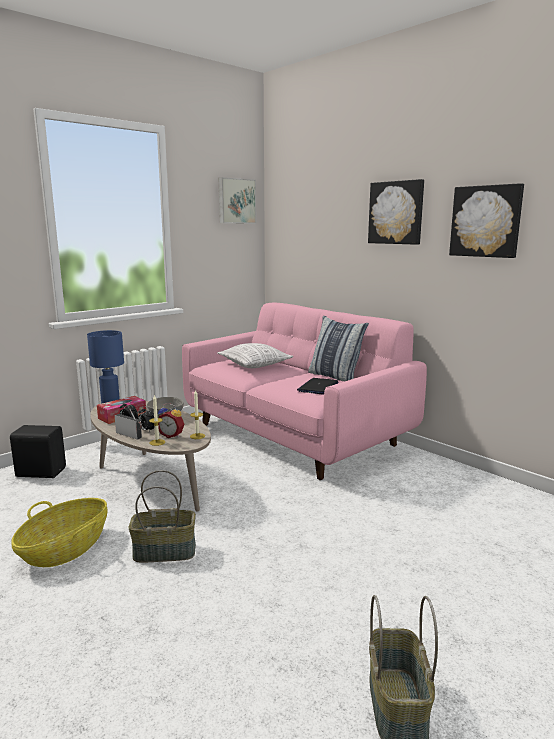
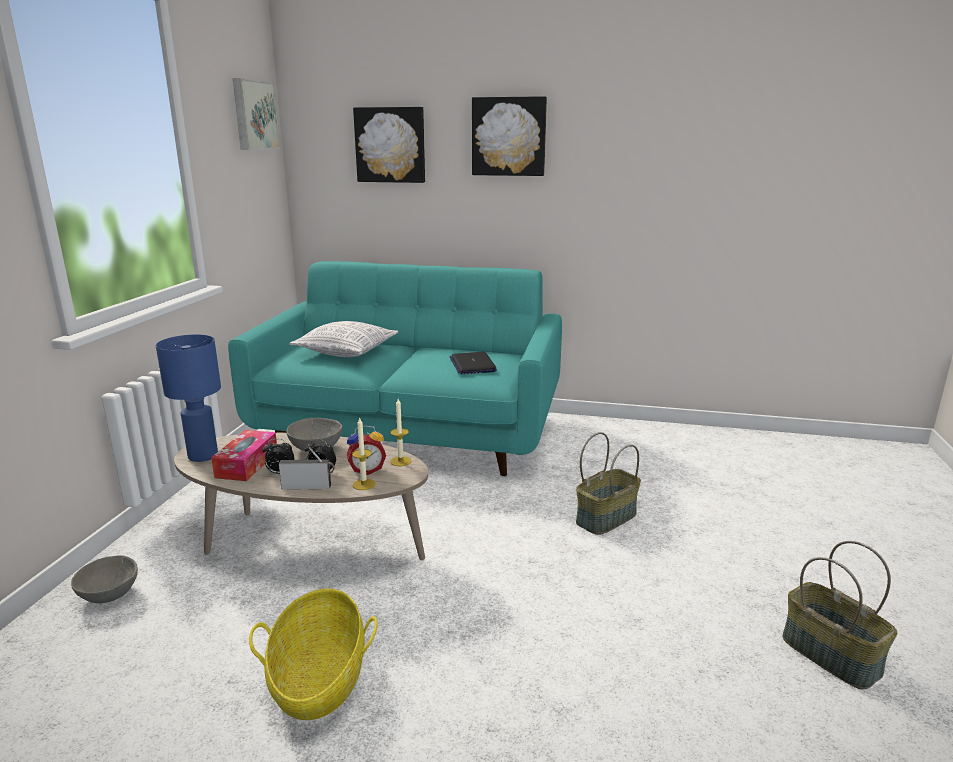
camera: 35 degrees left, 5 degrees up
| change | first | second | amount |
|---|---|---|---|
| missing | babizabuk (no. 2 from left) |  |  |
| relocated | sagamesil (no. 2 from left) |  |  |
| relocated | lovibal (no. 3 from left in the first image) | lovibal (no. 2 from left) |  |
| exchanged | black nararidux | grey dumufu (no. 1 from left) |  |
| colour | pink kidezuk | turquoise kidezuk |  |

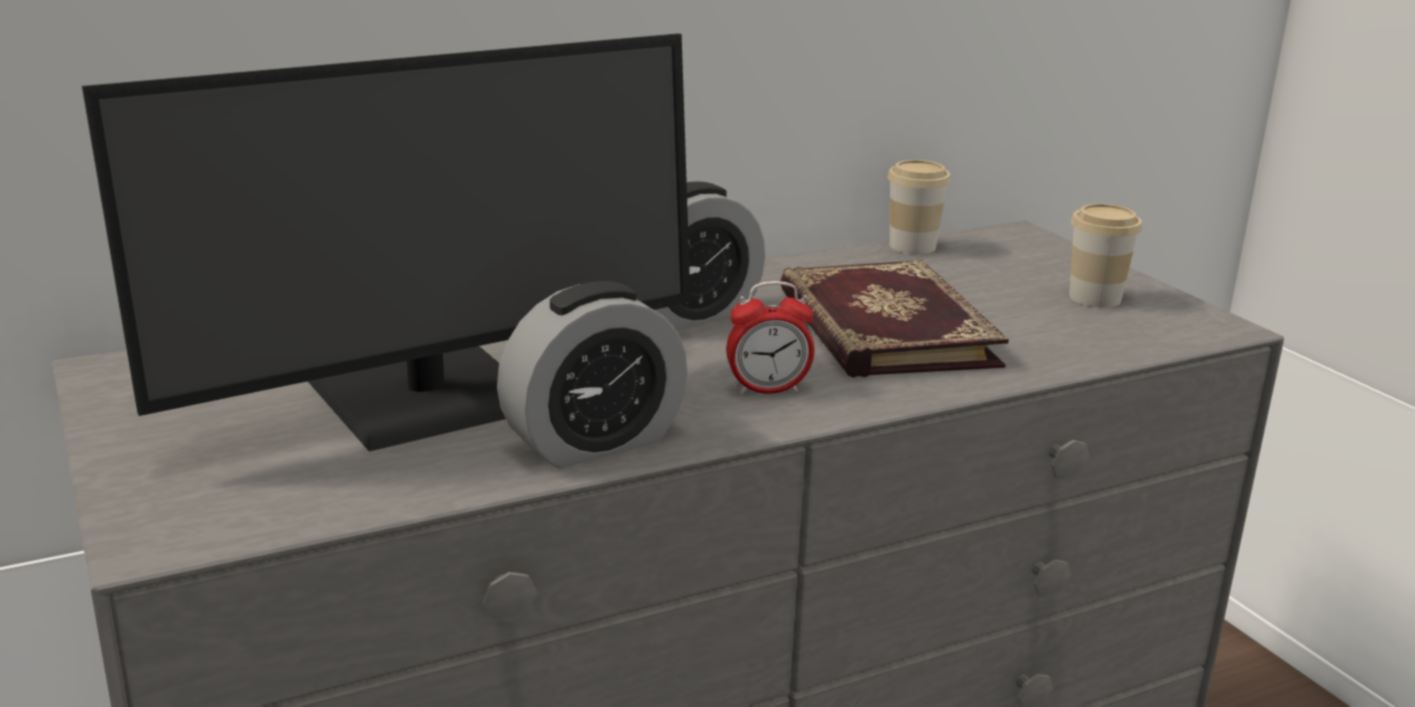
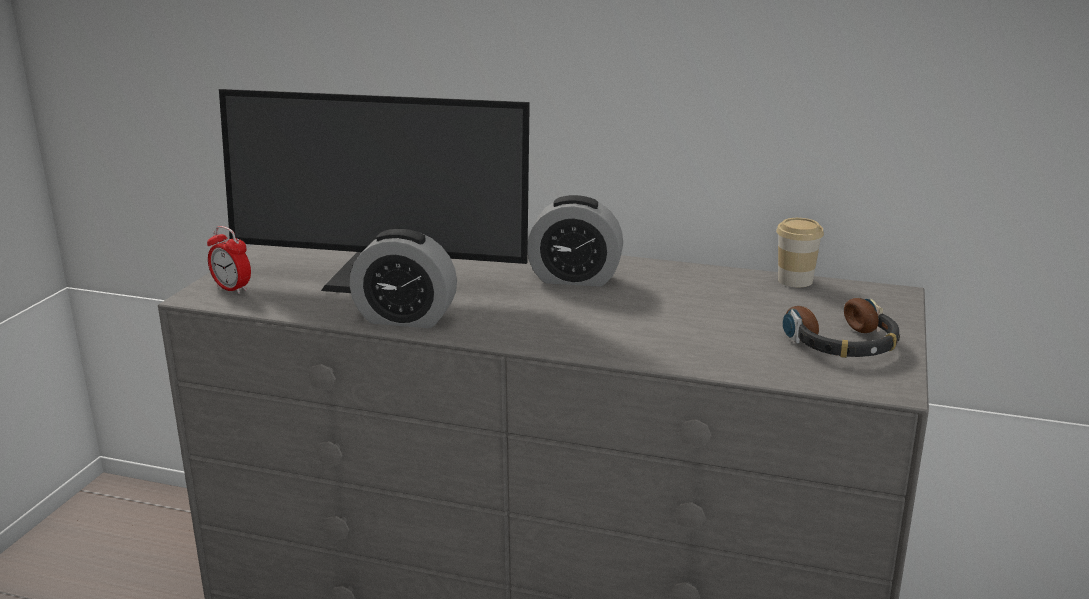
camera: 45 degrees right, 0 degrees up
| change | first | second | amount |
|---|---|---|---|
| missing | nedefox |  |  |
| relocated | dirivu (no. 3 from left in the first image) | dirivu (no. 1 from left) |  |
| exchanged | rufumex (no. 2 from left) | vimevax |  |

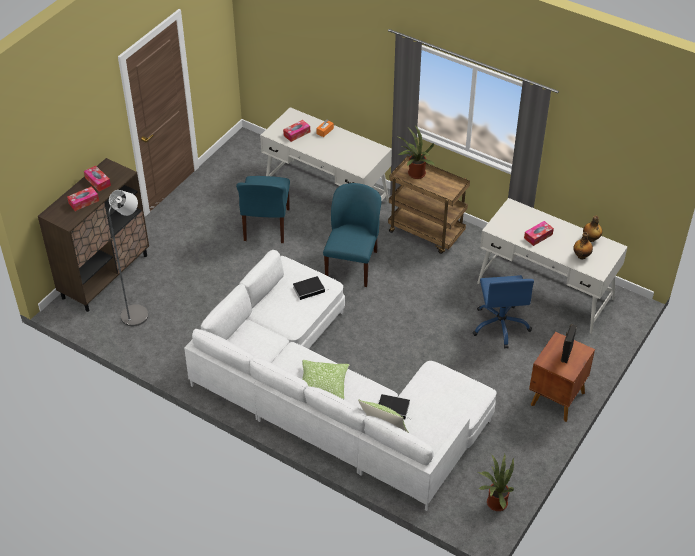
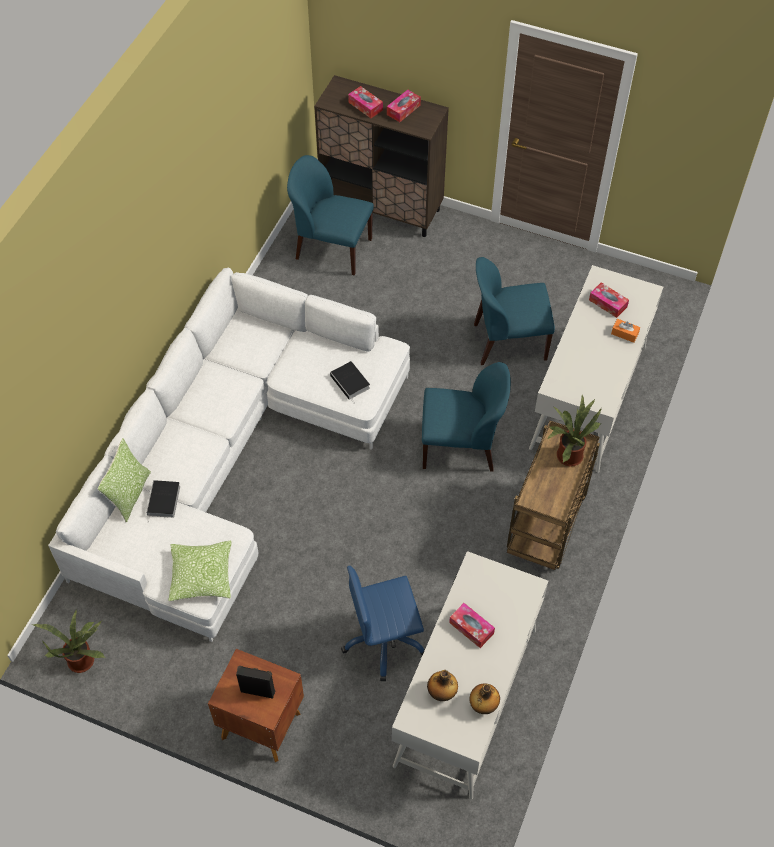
camera: 80 degrees right, 10 degrees up
| change | first | second | amount |
|---|---|---|---|
| relocated | babizabuk (no. 1 from left in the first image) | babizabuk (no. 2 from left) |  |
| exchanged | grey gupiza | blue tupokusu (no. 1 from left) |  |

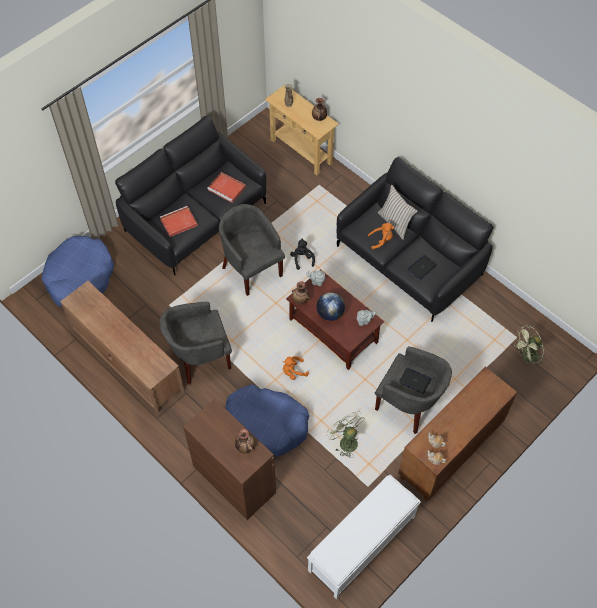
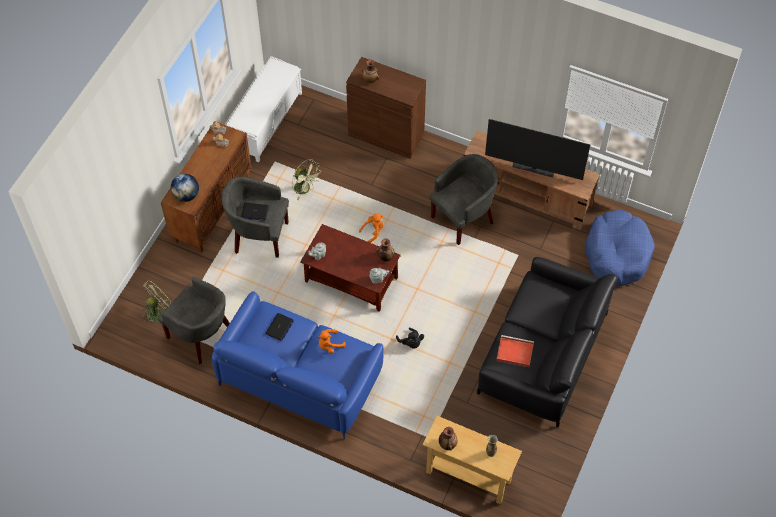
camera: 160 degrees right, 0 degrees up
| change | first | second | amount |
|---|---|---|---|
| missing | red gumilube (no. 1 from left) |  |  |
| missing | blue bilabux (no. 2 from left) |  |  |
| missing | beige babizabuk |  |  |
| appeared |  | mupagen |  |
| relocated | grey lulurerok (no. 2 from left in the first image) | grey lulurerok (no. 1 from left) |  |
| relocated | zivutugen |  |  |
| colour | black kidezuk (no. 2 from left) | blue kidezuk |  |

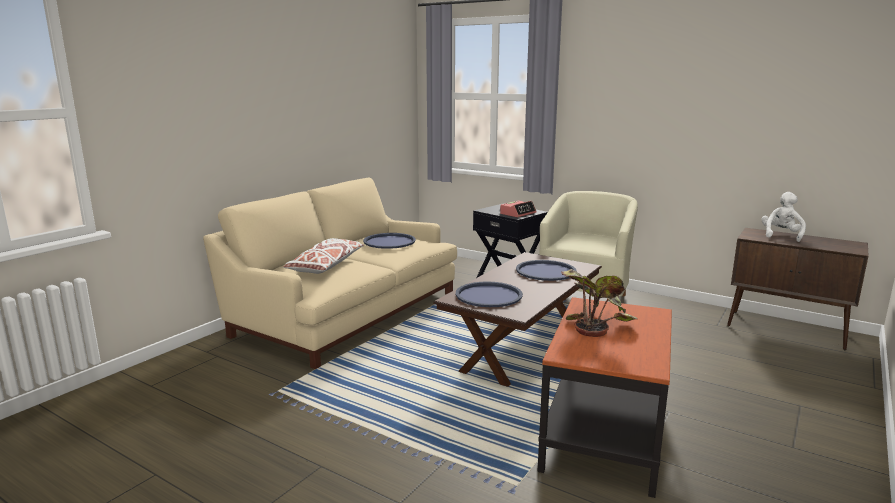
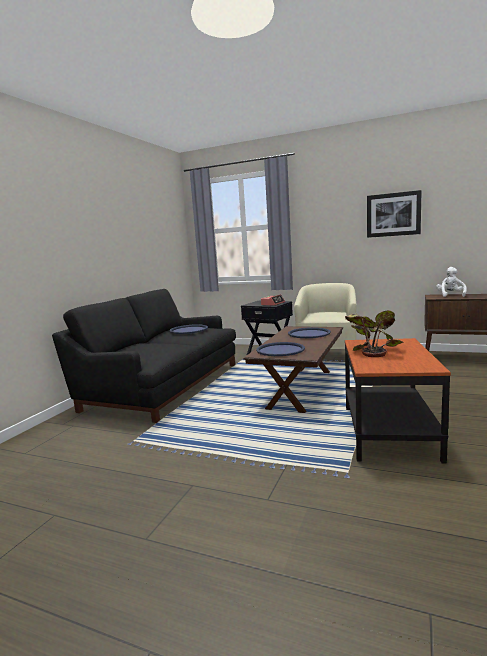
camera: 10 degrees left, 5 degrees down
| change | first | second | amount |
|---|---|---|---|
| missing | white babizabuk |  |  |
| appeared |  | lovibal |  |
| colour | beige kidezuk | black kidezuk |  |

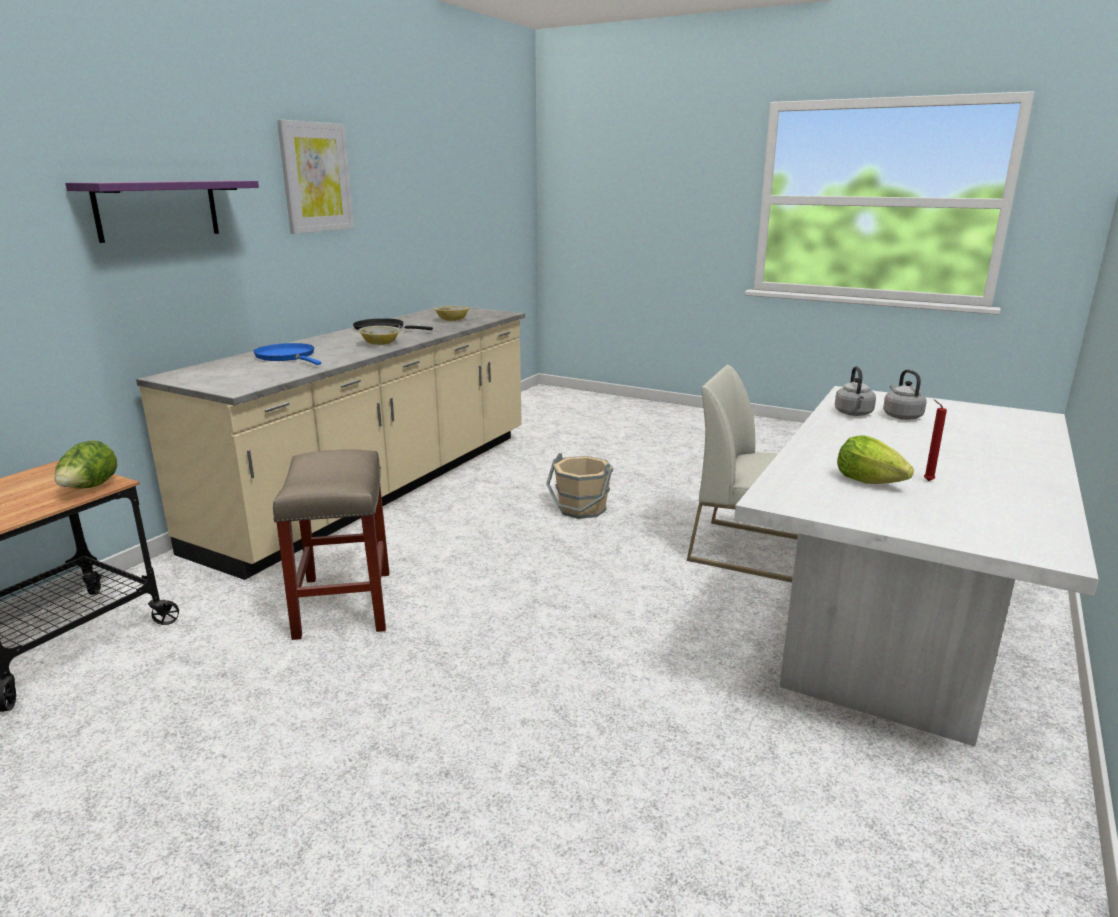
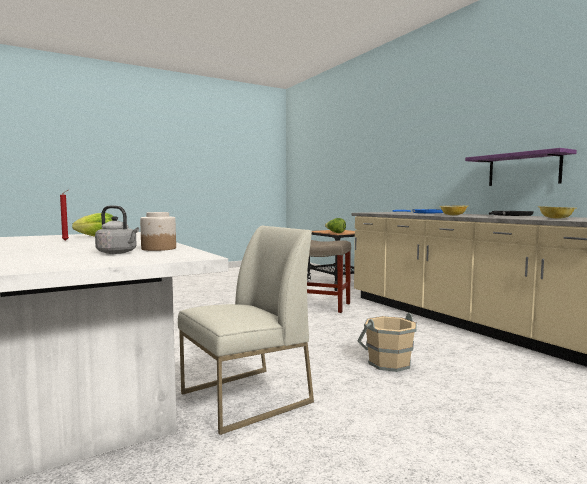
camera: 120 degrees right, 15 degrees down
| change | first | second | amount |
|---|---|---|---|
| missing | lovibal |  |  |
| relocated | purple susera |  |  |
| exchanged | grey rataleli (no. 1 from left) | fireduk |  |

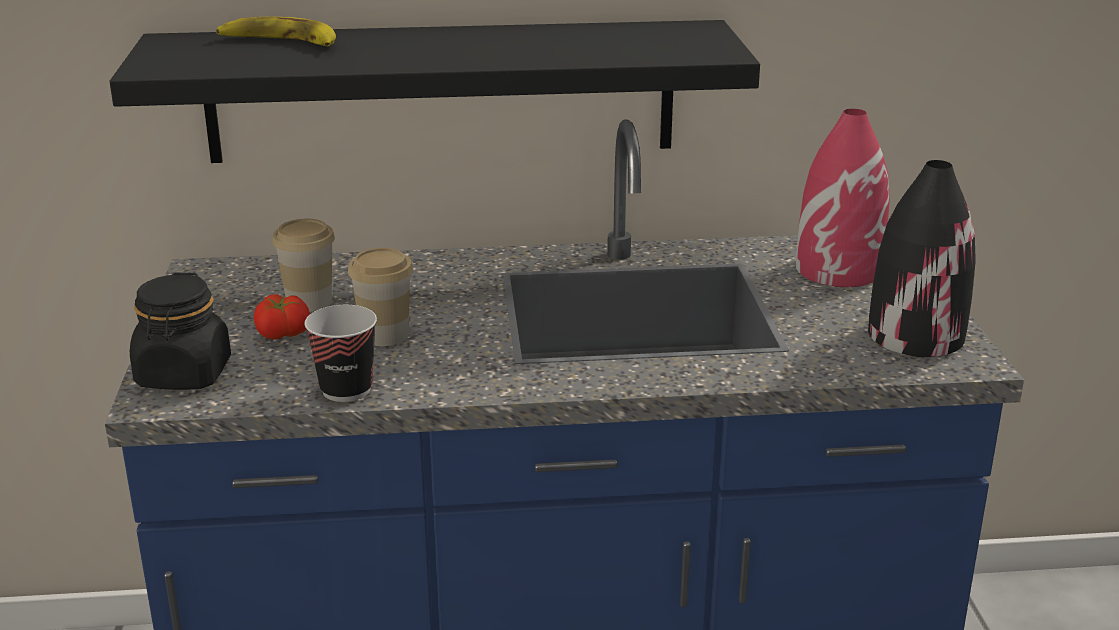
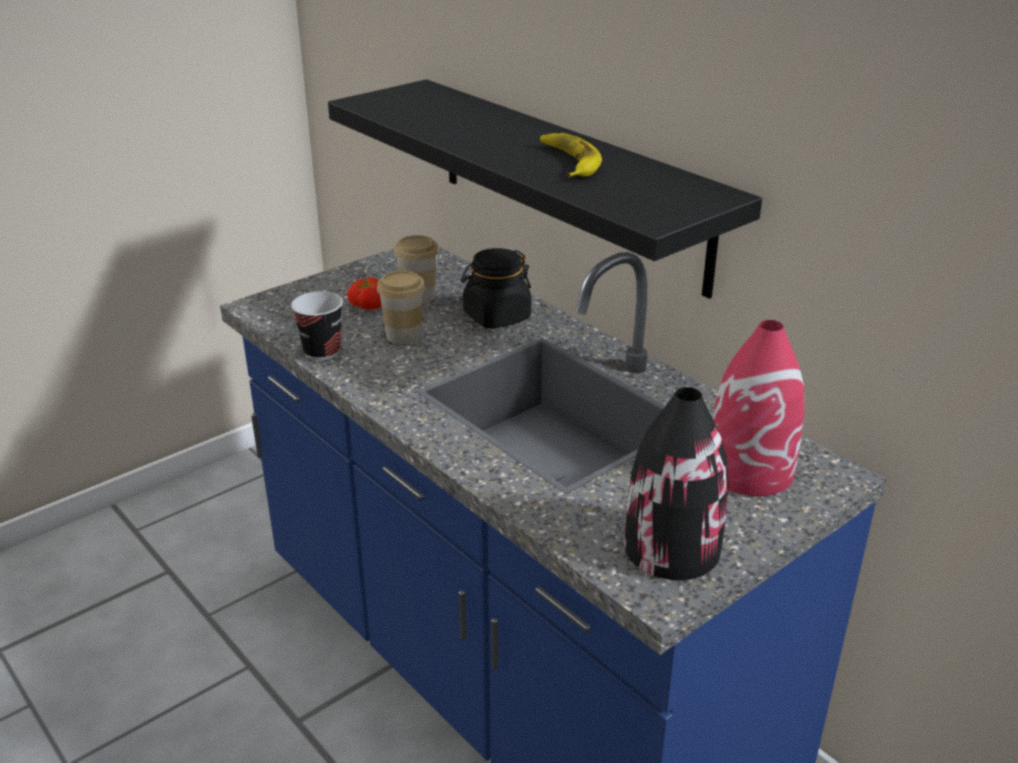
camera: 55 degrees right, 5 degrees up
| change | first | second | amount |
|---|---|---|---|
| relocated | black fireduk |  |  |
| relocated | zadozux |  |  |

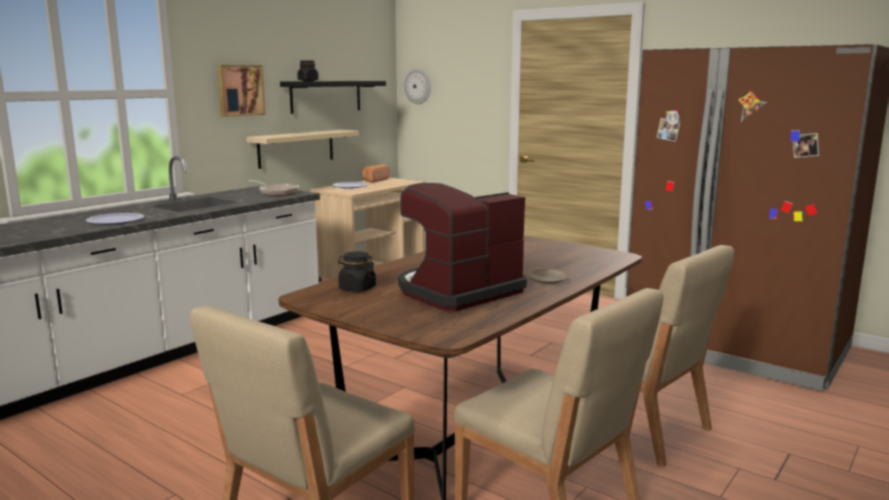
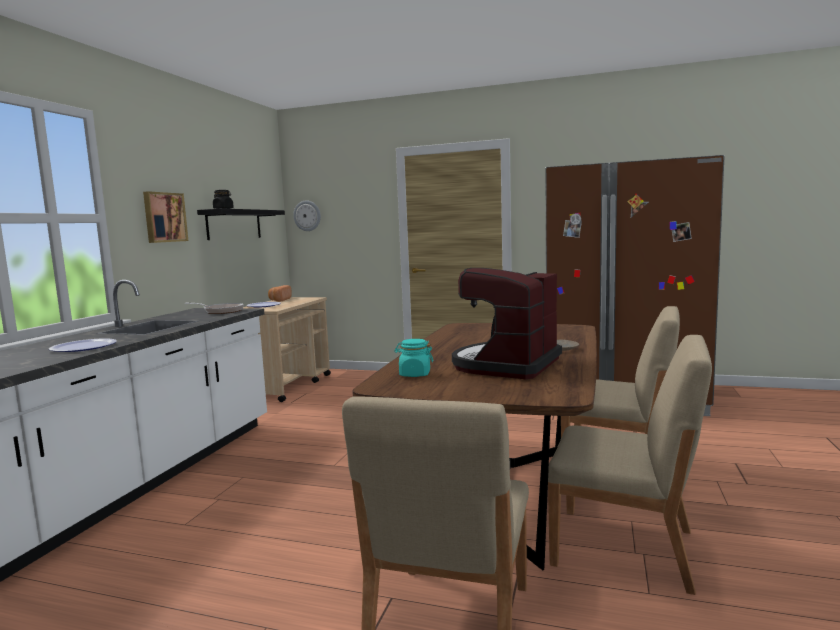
camera: 20 degrees left, 5 degrees down
| change | first | second | amount |
|---|---|---|---|
| missing | beige susera |  |  |
| colour | black fireduk (no. 2 from left) | turquoise fireduk |  |

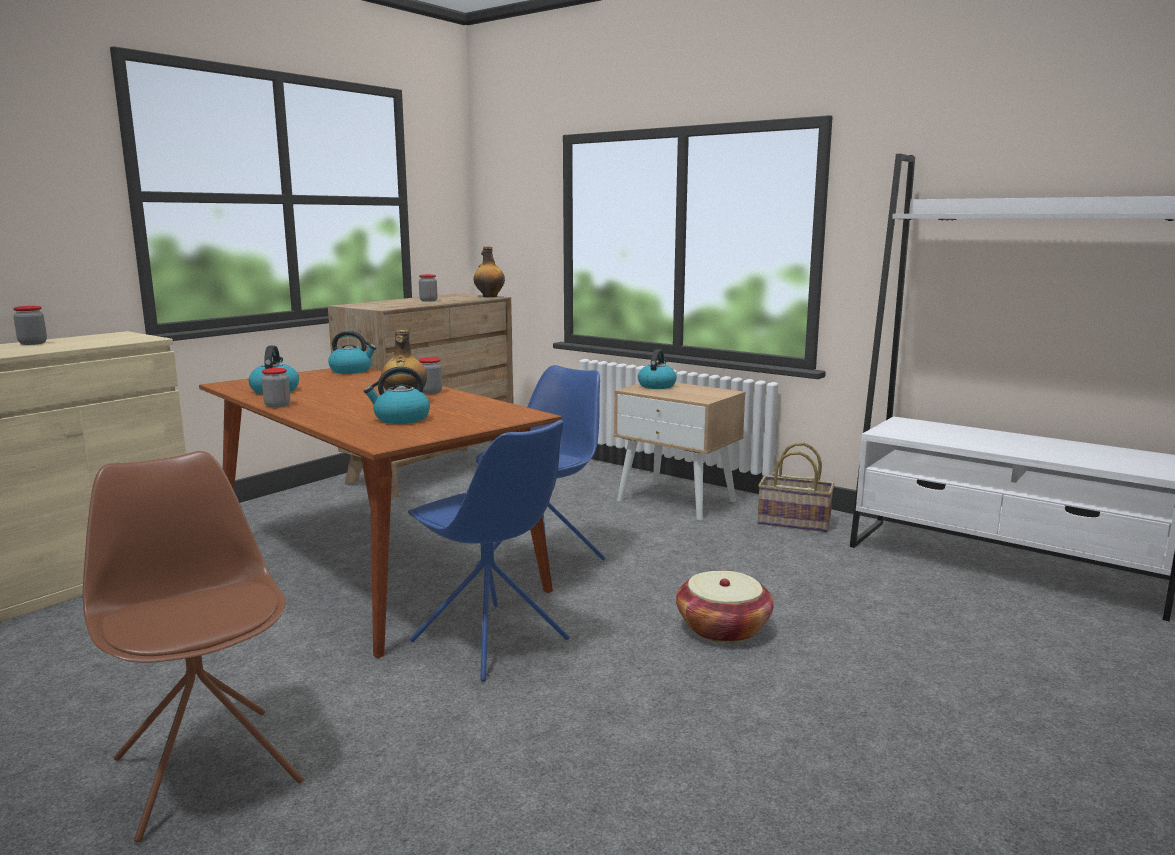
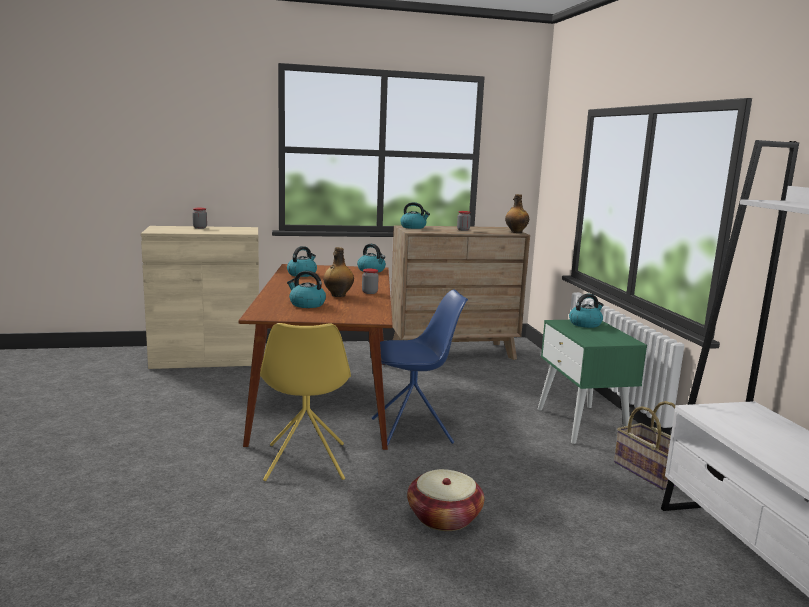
camera: 40 degrees right, 0 degrees up
| change | first | second | amount |
|---|---|---|---|
| missing | brown tupokusu |  |  |
| missing | fireduk (no. 2 from left) |  |  |
| appeared |  | rataleli (no. 4 from left) |  |
| colour | blue tupokusu (no. 1 from left) | yellow tupokusu |  |
| colour | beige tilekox | green tilekox |  |

